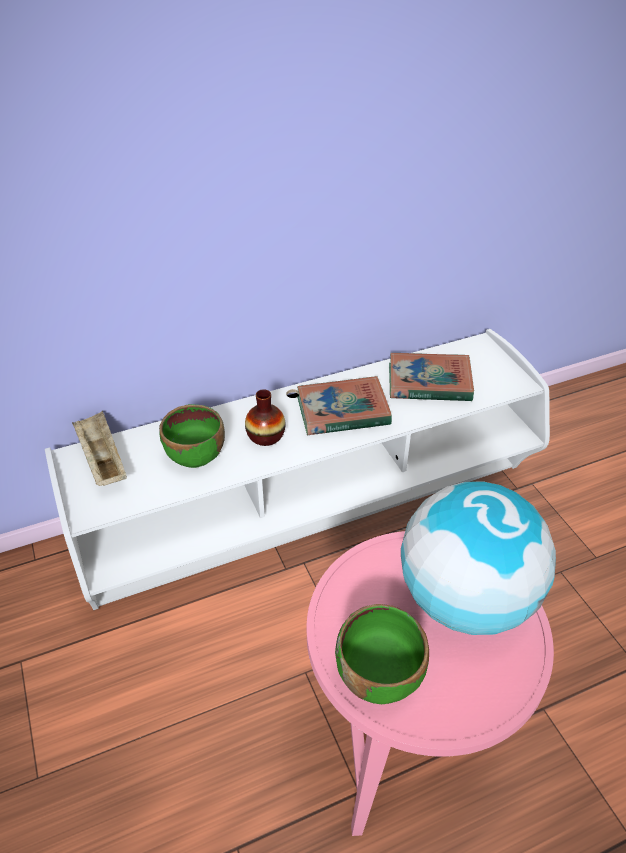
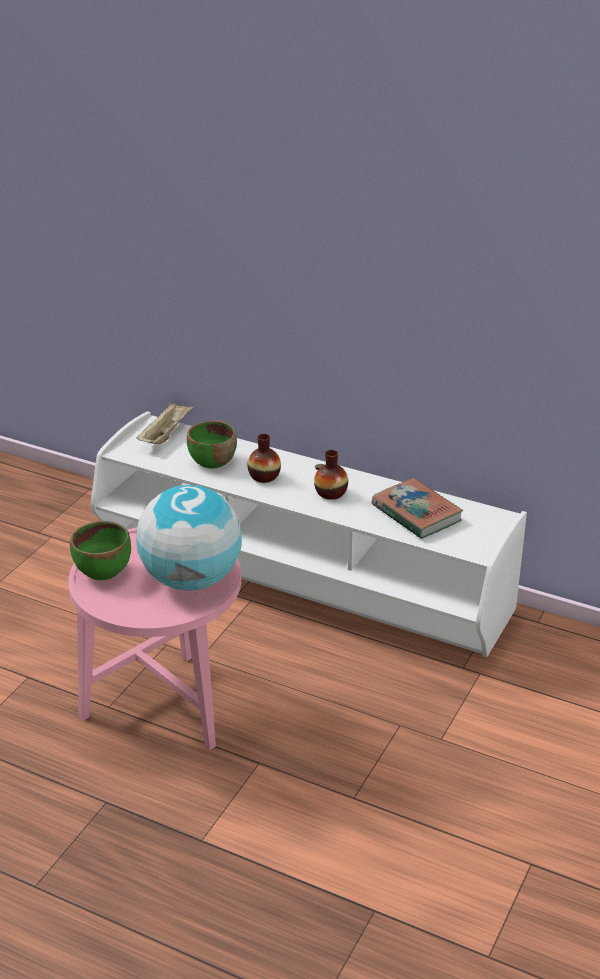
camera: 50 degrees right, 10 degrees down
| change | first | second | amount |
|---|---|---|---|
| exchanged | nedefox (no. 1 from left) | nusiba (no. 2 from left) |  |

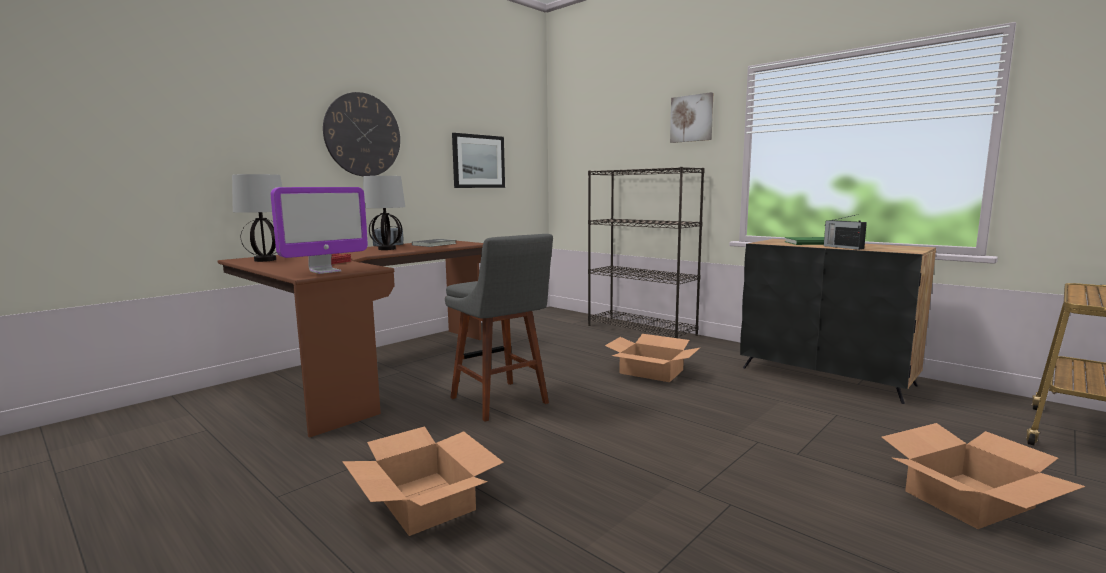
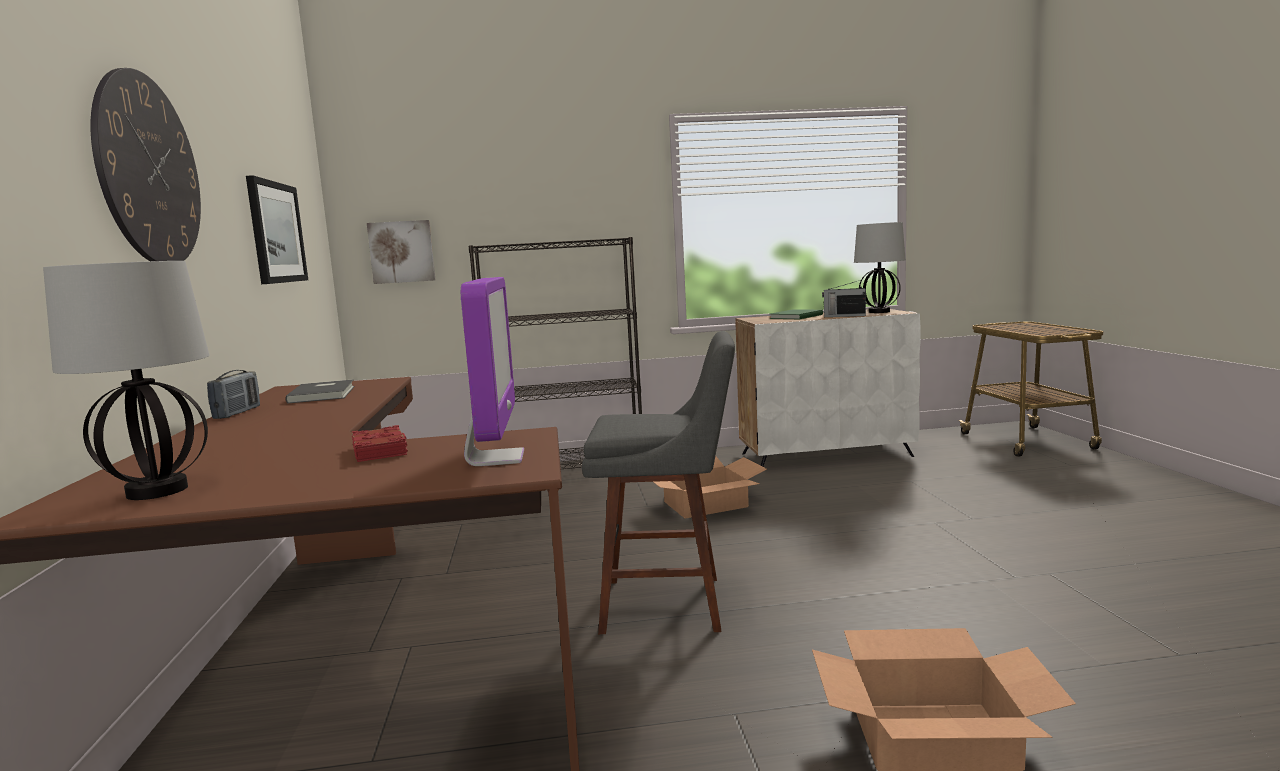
camera: 50 degrees left, 0 degrees up
| change | first | second | amount |
|---|---|---|---|
| missing | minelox (no. 3 from left) |  |  |
| relocated | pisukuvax (no. 2 from left) |  |  |
| relocated | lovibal (no. 2 from left) |  |  |
| colour | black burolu | white burolu |  |

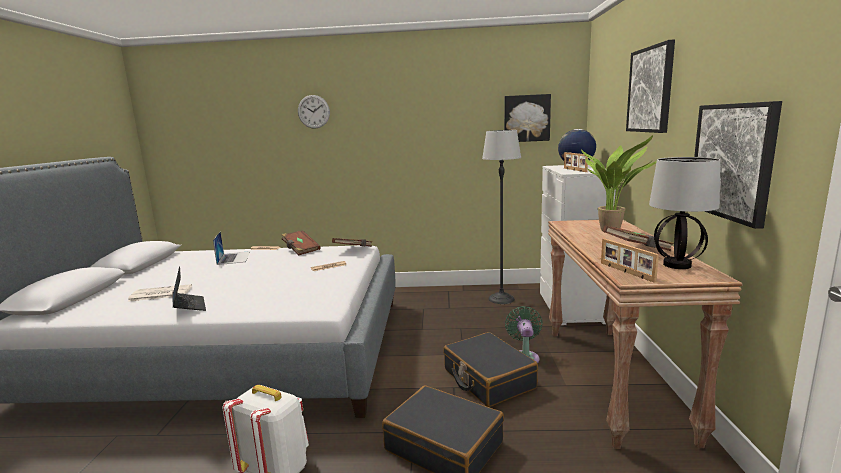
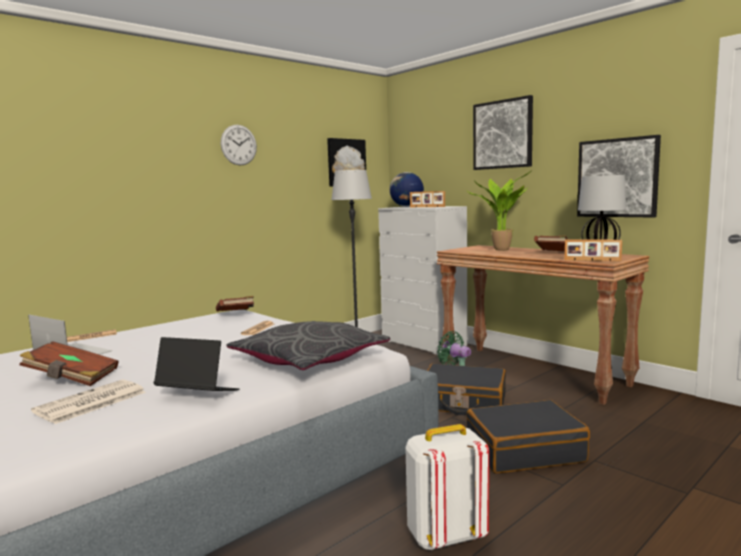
camera: 45 degrees left, 5 degrees down
| change | first | second | amount |
|---|---|---|---|
| appeared |  | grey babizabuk |  |
| relocated | brown nedefox (no. 1 from left) |  |  |
| relocated | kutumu |  |  |

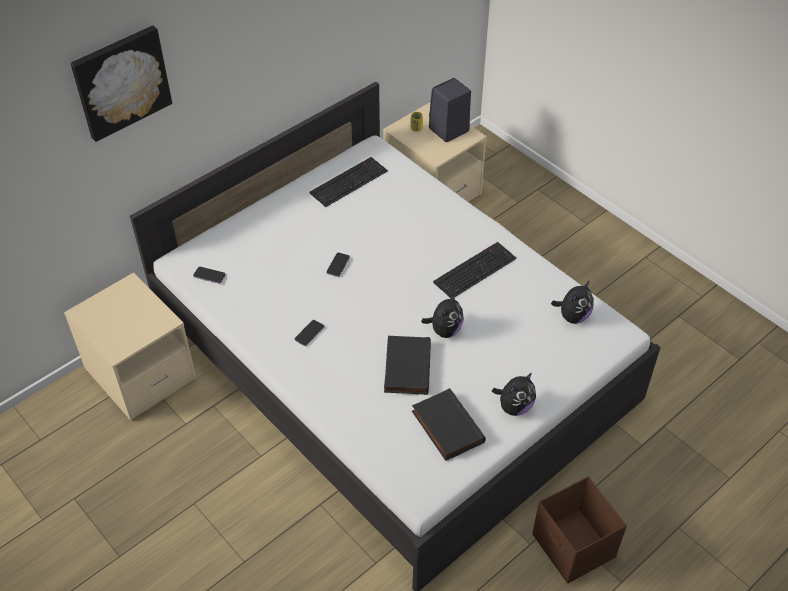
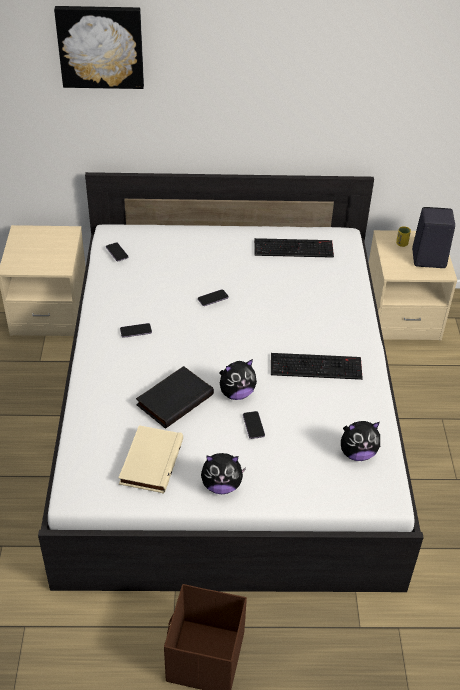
camera: 40 degrees right, 5 degrees down
| change | first | second | amount |
|---|---|---|---|
| appeared |  | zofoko (no. 4 from left) |  |
| colour | black nedefox (no. 2 from left) | beige nedefox |  |

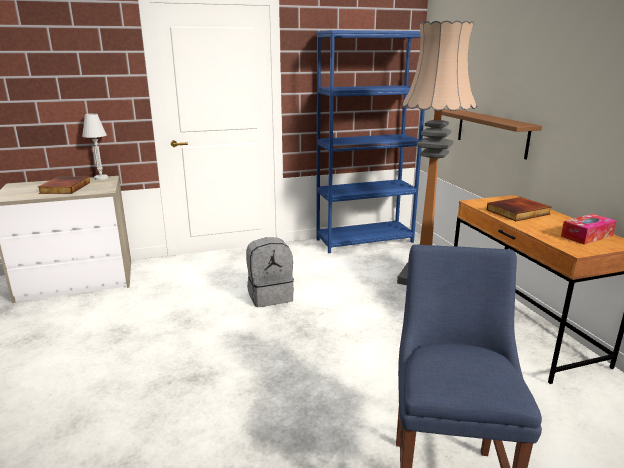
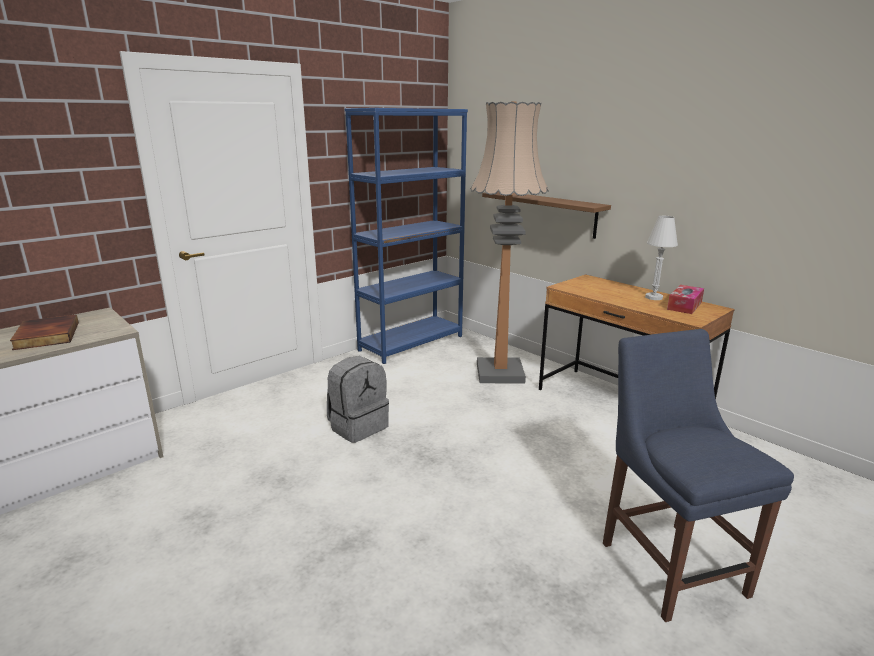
camera: 25 degrees left, 0 degrees up
| change | first | second | amount |
|---|---|---|---|
| missing | nedefox (no. 2 from left) |  |  |
| relocated | white pisukuvax |  |  |

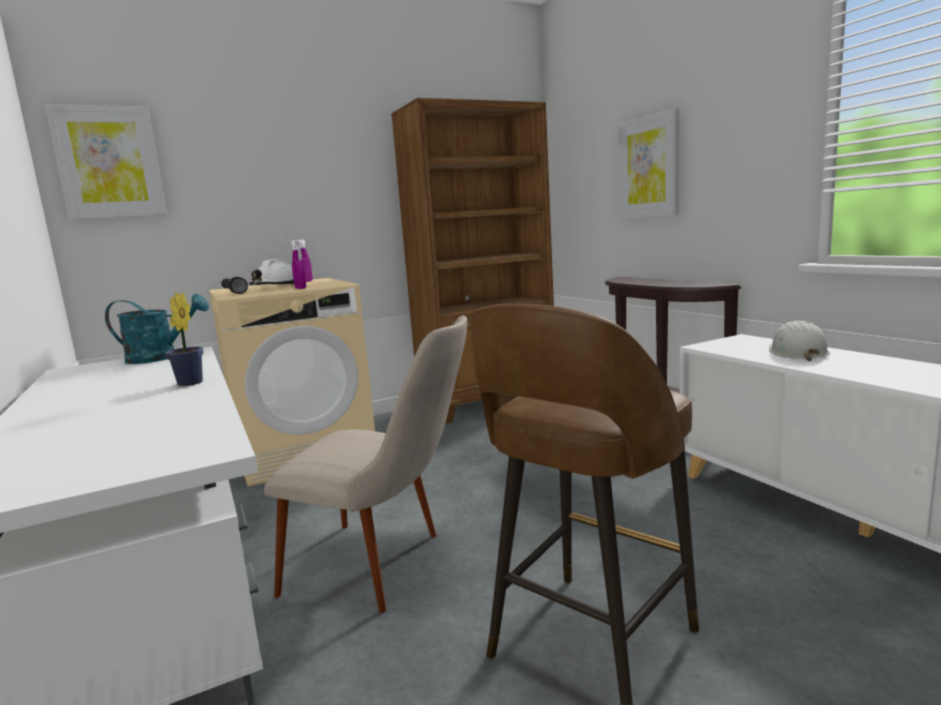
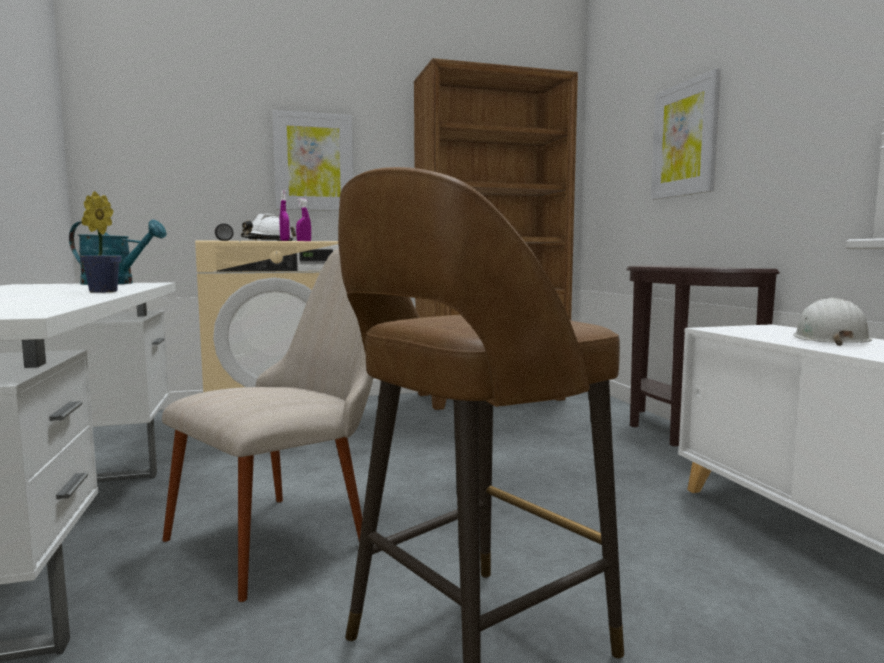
camera: 10 degrees right, 5 degrees down
| change | first | second | amount |
|---|---|---|---|
| relocated | lovibal (no. 1 from left) |  |  |
| spun | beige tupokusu |  | 75 degrees counterclockwise |

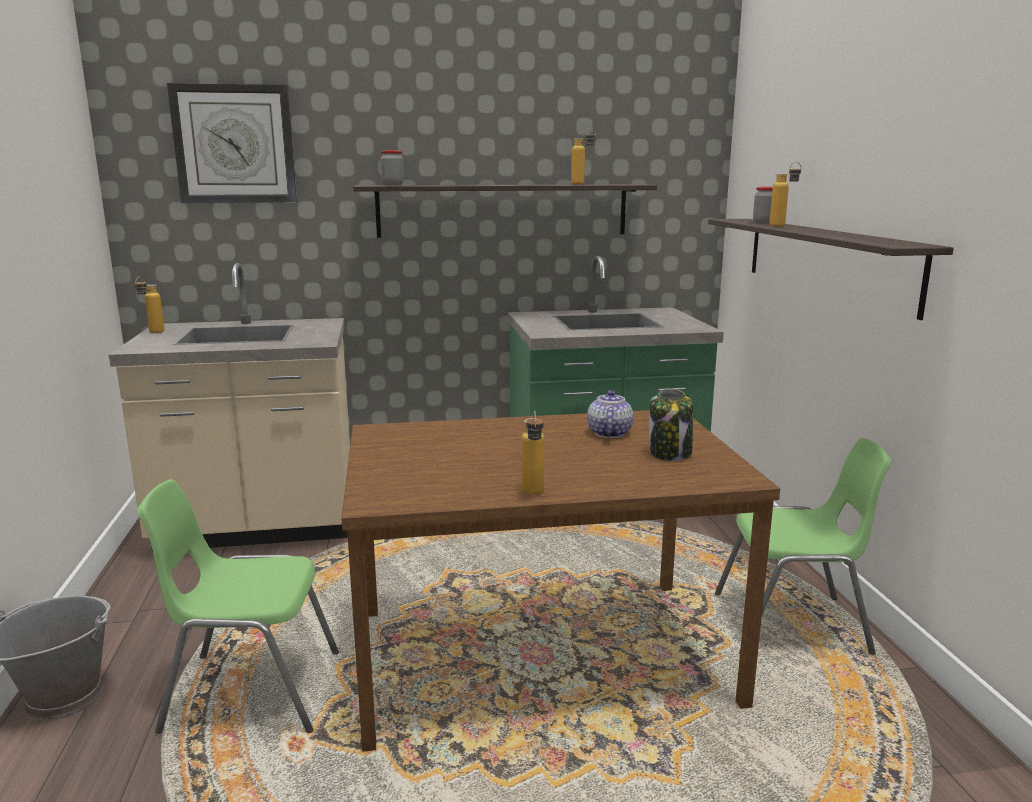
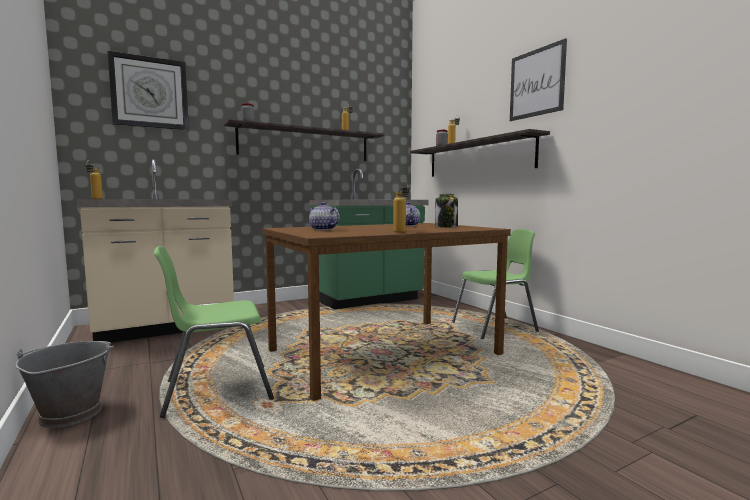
camera: 20 degrees left, 10 degrees down
| change | first | second | amount |
|---|---|---|---|
| appeared |  | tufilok (no. 1 from left) |  |
| appeared |  | lovibal |  |

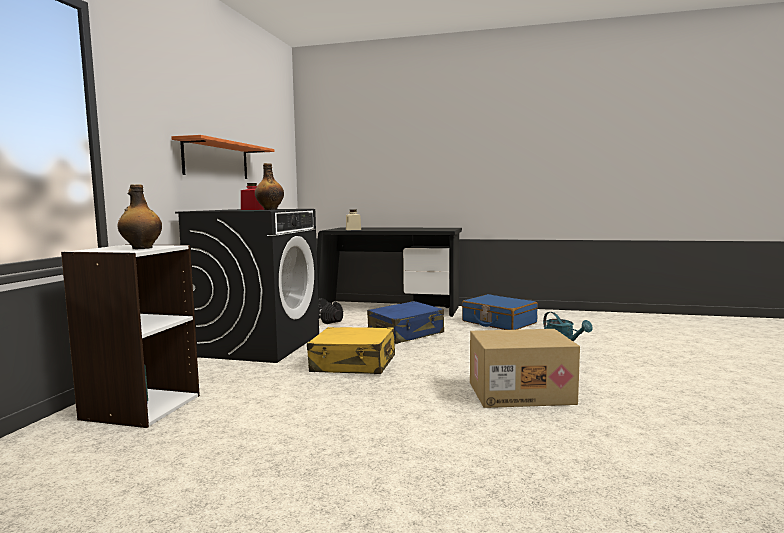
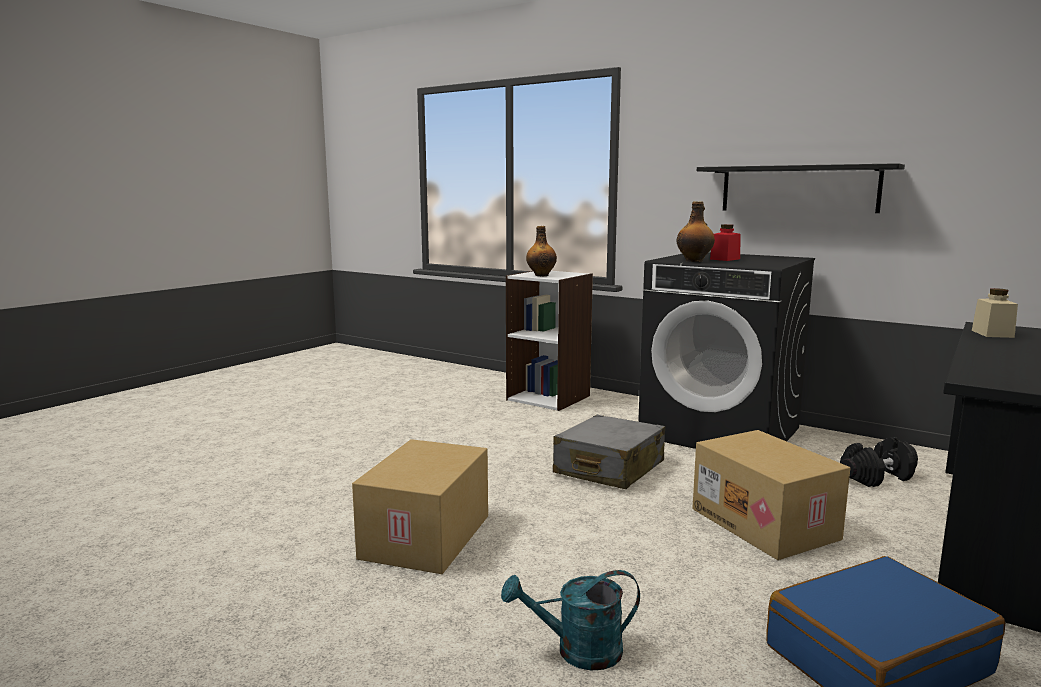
camera: 110 degrees right, 5 degrees up
| change | first | second | amount |
|---|---|---|---|
| exchanged | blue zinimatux (no. 1 from left) | minelox (no. 2 from left) |  |
| colour | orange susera | black susera |  |
| colour | yellow zinimatux | grey zinimatux |  |

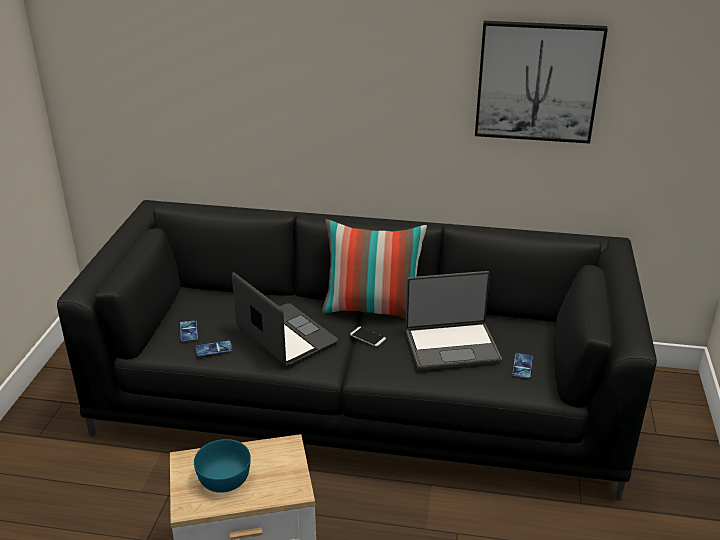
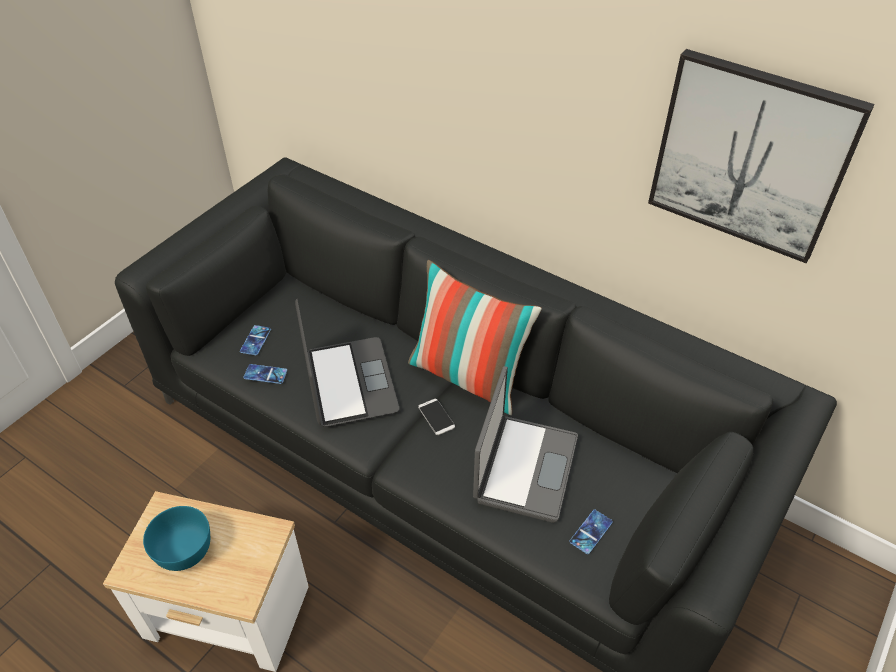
camera: 25 degrees right, 15 degrees up
| change | first | second | amount |
|---|---|---|---|
| spun | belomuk (no. 2 from left) |  | 90 degrees counterclockwise |

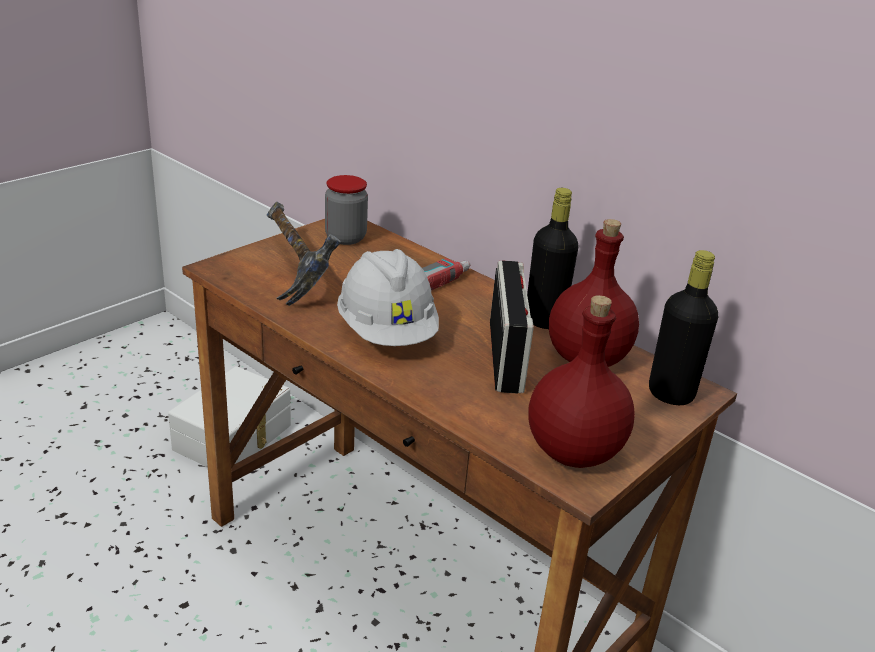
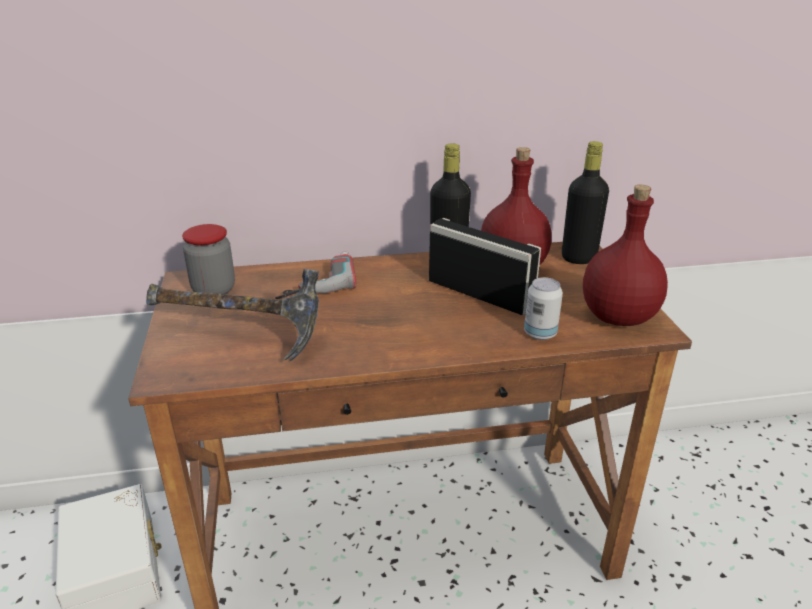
camera: 50 degrees left, 0 degrees up
| change | first | second | amount |
|---|---|---|---|
| missing | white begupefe |  |  |
| appeared |  | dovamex |  |

